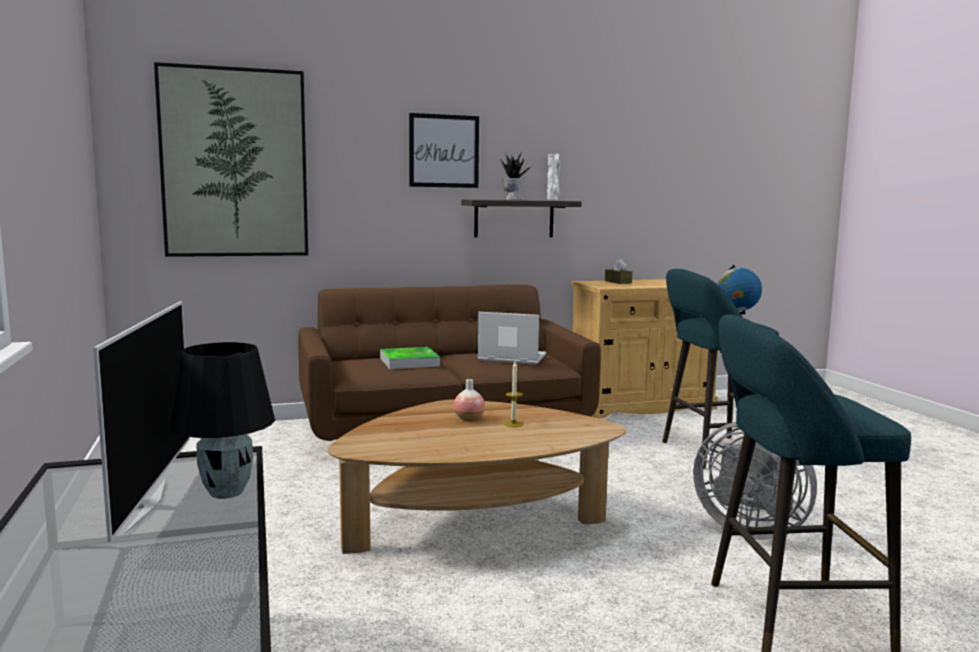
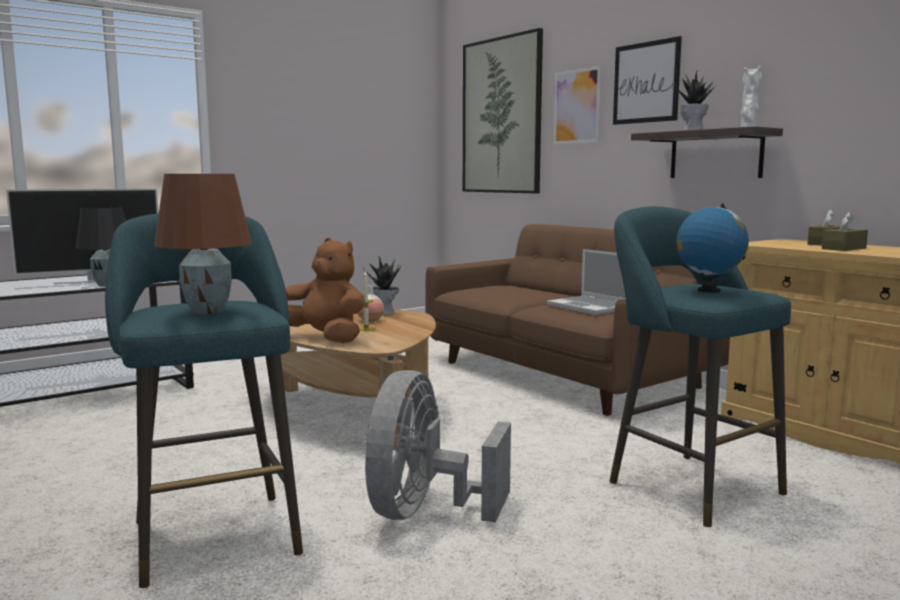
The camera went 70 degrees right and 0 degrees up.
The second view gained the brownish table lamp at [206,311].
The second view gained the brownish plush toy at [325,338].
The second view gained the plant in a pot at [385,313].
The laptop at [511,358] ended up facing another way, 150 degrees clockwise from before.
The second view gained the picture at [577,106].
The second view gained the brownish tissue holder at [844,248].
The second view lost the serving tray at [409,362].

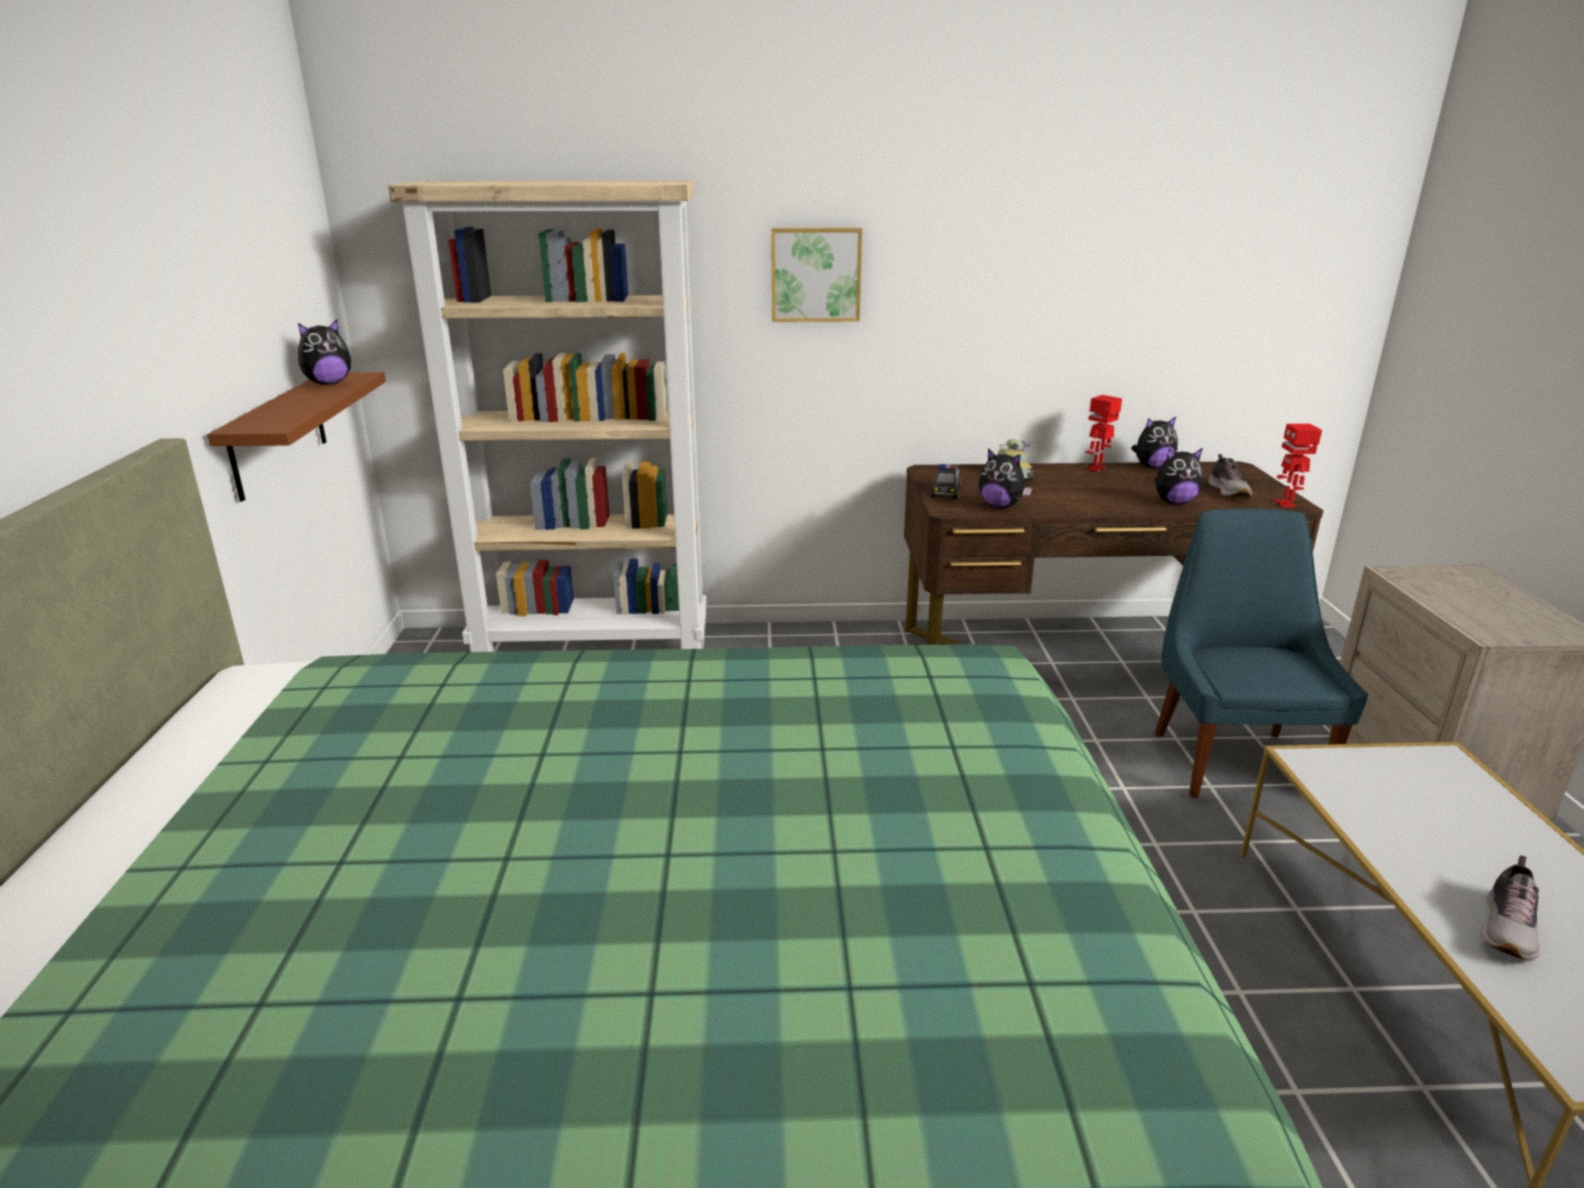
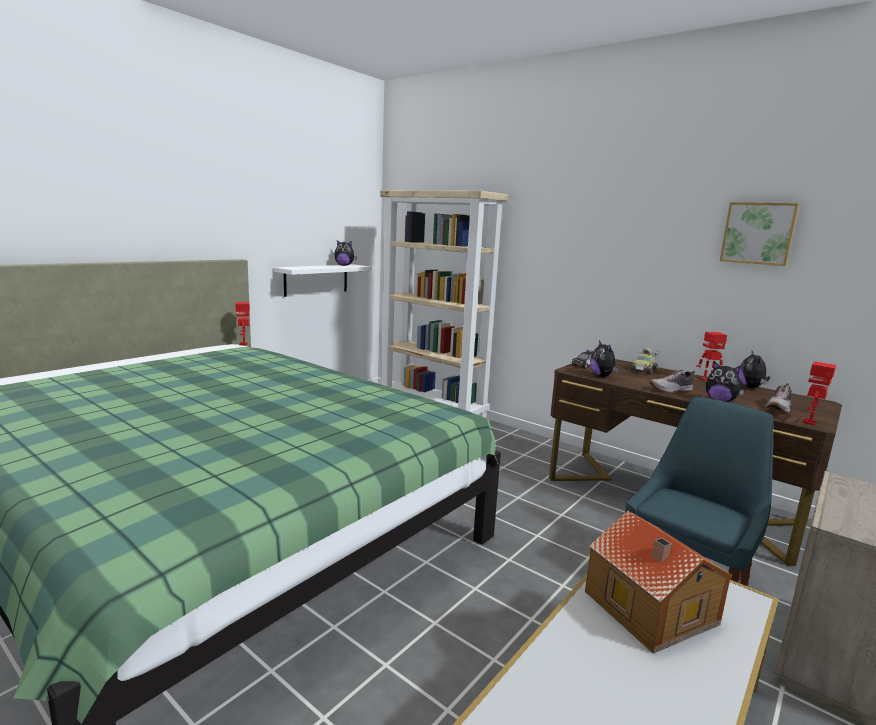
The camera went 40 degrees right and 10 degrees down.
The second view gained the model robot at [244,344].
What was the brownish bracket shelf at [278,435] turned into the white bracket shelf at [316,279].
The second view gained the miniature house at [649,609].
The low shoe ended up elsewhere, having gone from [1509,929] to [671,390].
The picture ended up elsewhere, having gone from [815,274] to [758,233].
The plush toy at [1152,467] ended up facing another way, 75 degrees clockwise from before.

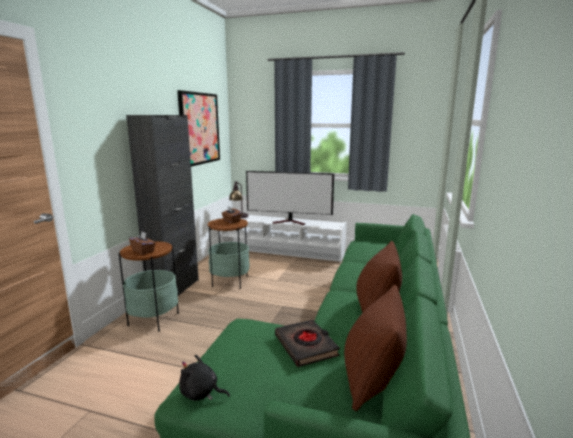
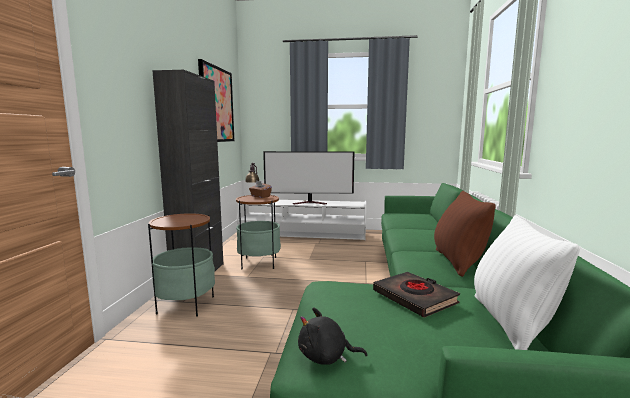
The camera went 10 degrees left and 5 degrees down.
What was the brownish throw pillow at [372,380] turned into the white throw pillow at [510,323].
The second view lost the brownish tissue holder at [143,251].

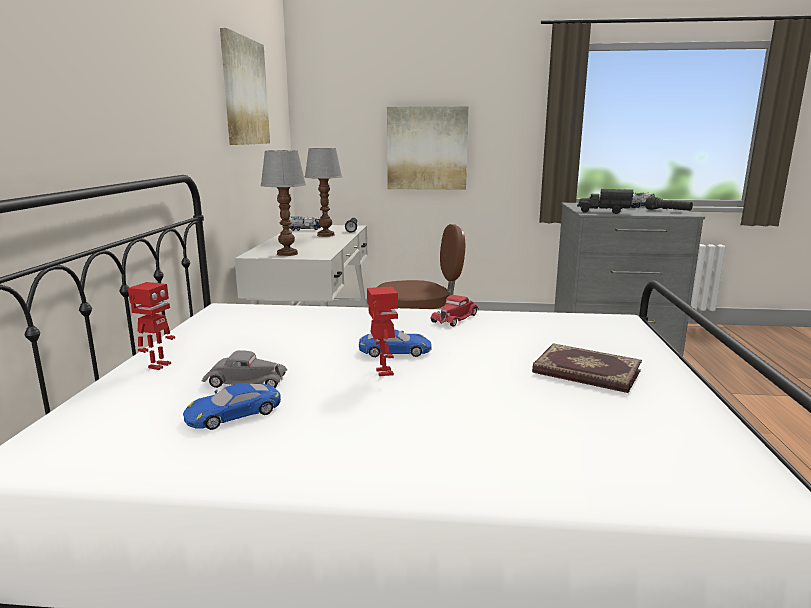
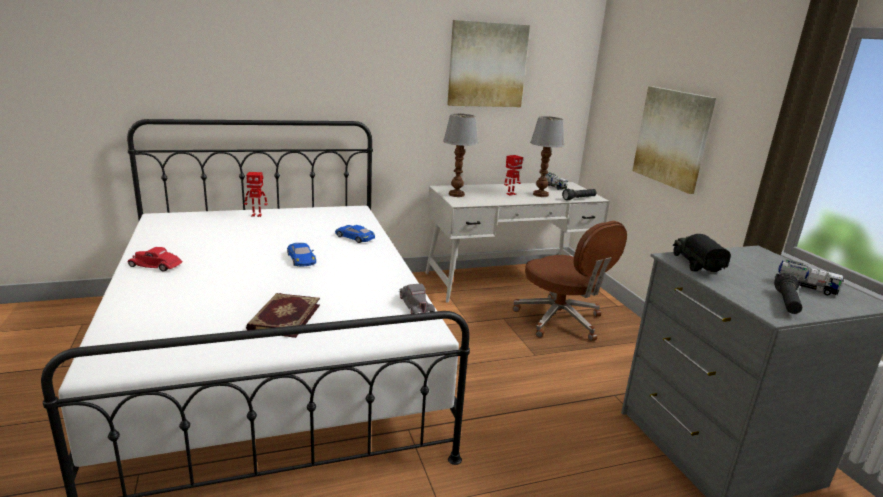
The camera went 65 degrees right and 5 degrees up.
The red-coloured model car ended up elsewhere, having gone from [455,318] to [156,265].
The blue-coloured model car ended up elsewhere, having gone from [233,413] to [354,237].
The grey model car ended up elsewhere, having gone from [245,381] to [415,304].
The model robot ended up elsewhere, having gone from [383,372] to [510,194].

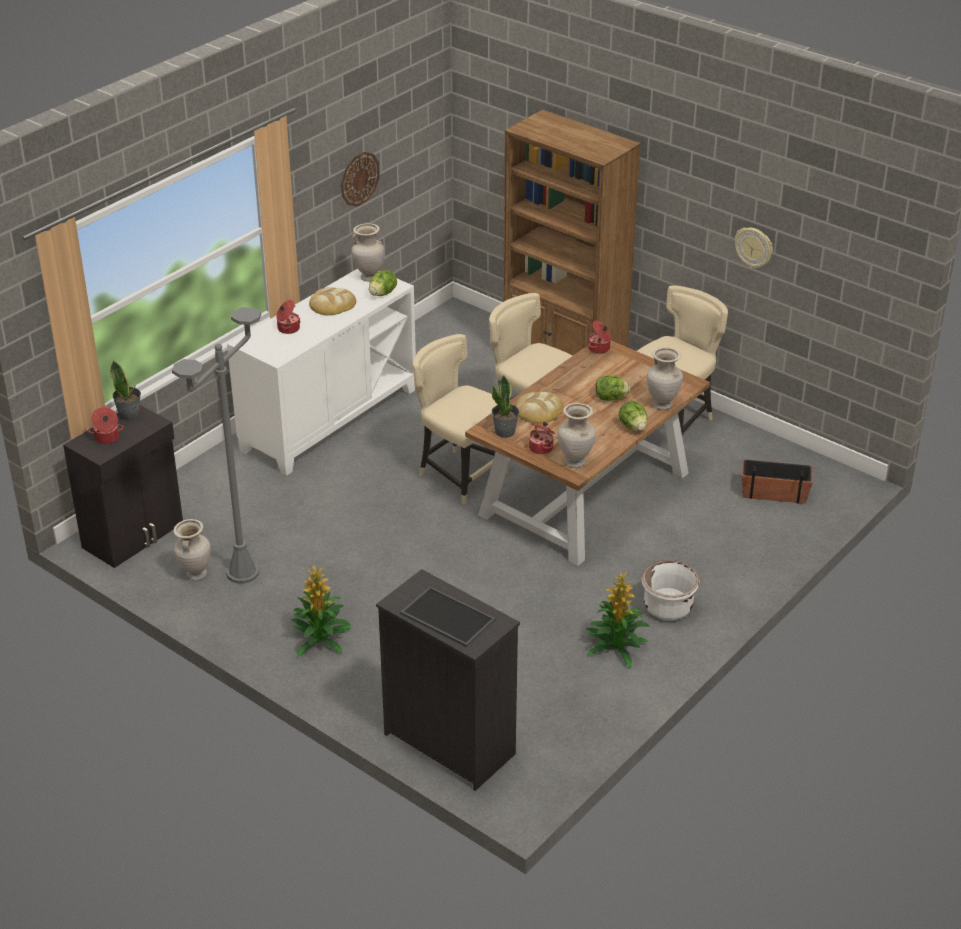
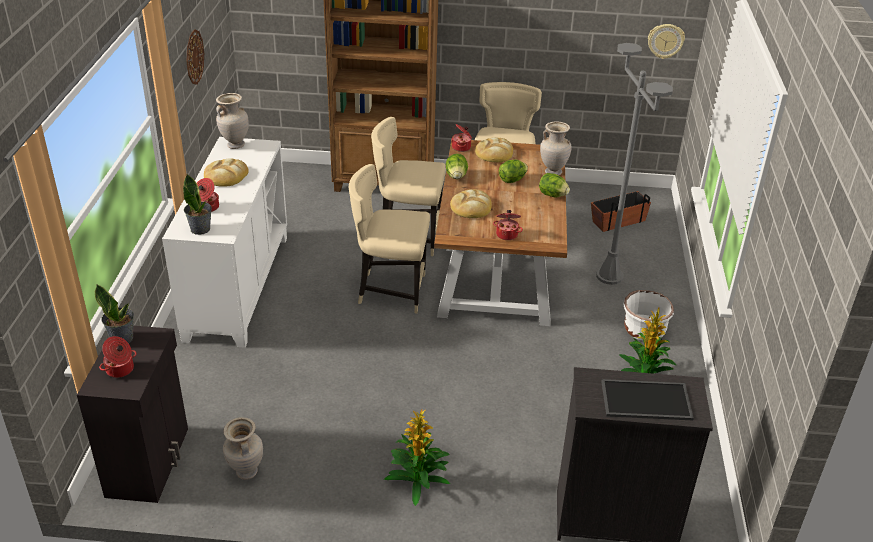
The camera went 35 degrees left and 0 degrees up.
The plant in a pot ended up elsewhere, having gone from [505,432] to [200,229].
The lettuce head ended up elsewhere, having gone from [382,294] to [456,176].
The second view gained the bread at [494,153].
The grey standing lamp ended up elsewhere, having gone from [242,573] to [609,276].
The hanging clock ended up elsewhere, having gone from [754,247] to [665,41].
The second view lost the beige-coloured flower vase at [575,462].

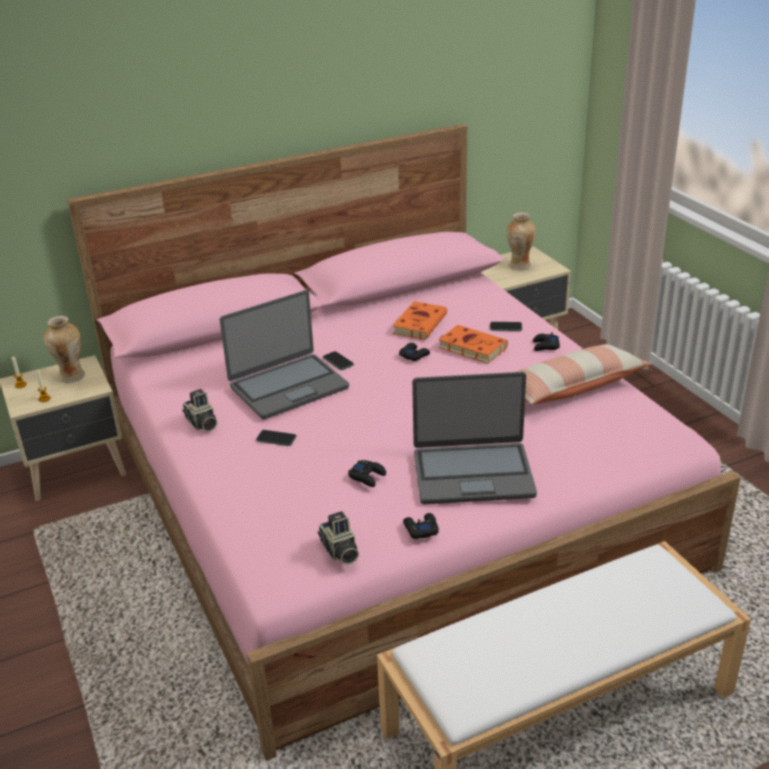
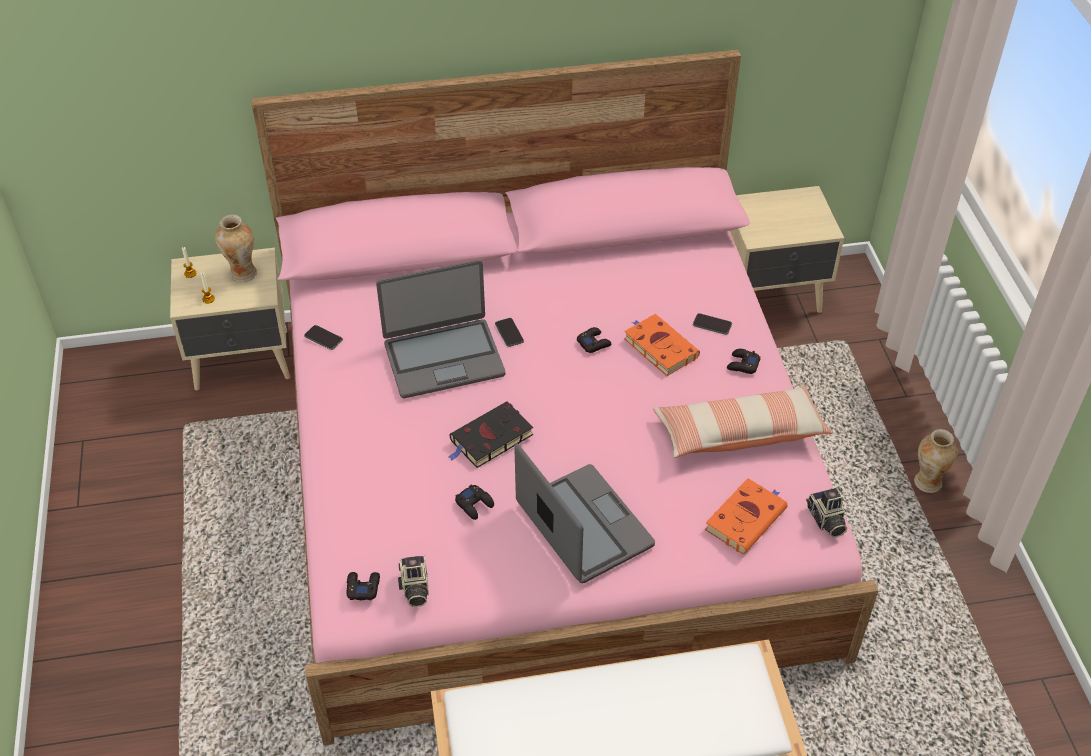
The camera went 15 degrees right and 15 degrees up.
The telephone ended up elsewhere, having gone from [276,438] to [323,338].
The black game controller ended up elsewhere, having gone from [421,529] to [363,587].
The second view gained the black volume at [490,439].
The laptop at [473,473] ended up facing another way, 135 degrees counterclockwise from before.
The orange volume ended up elsewhere, having gone from [420,323] to [746,518].
The still camera ended up elsewhere, having gone from [201,424] to [825,521].
The flower vase ended up elsewhere, having gone from [519,266] to [927,483].

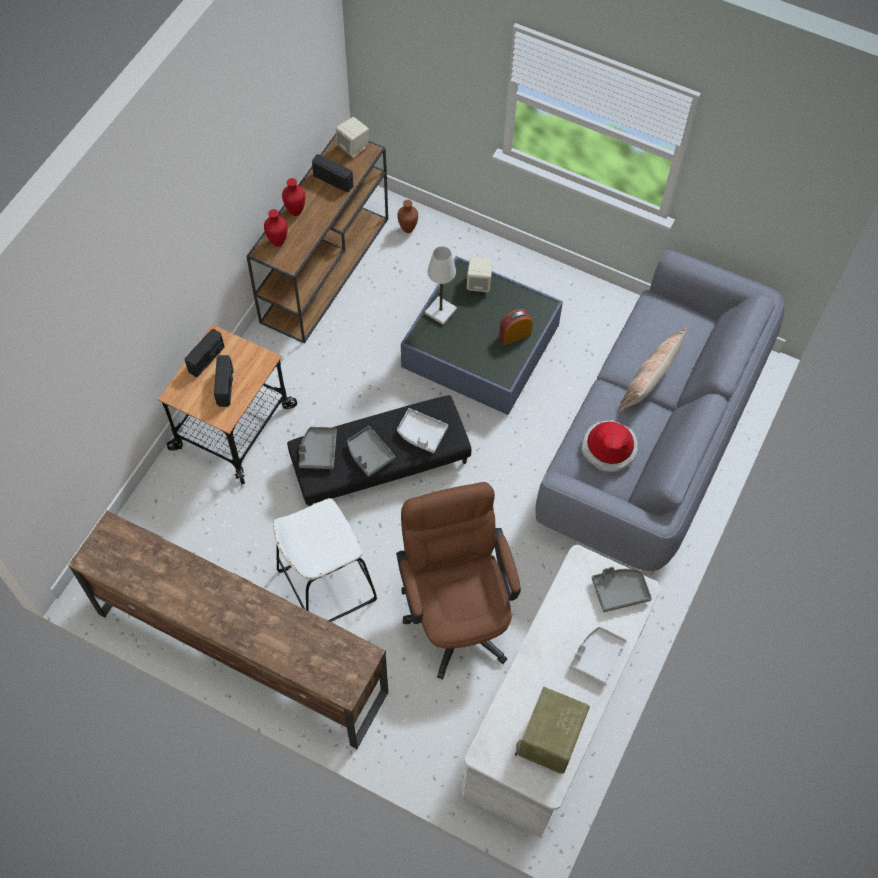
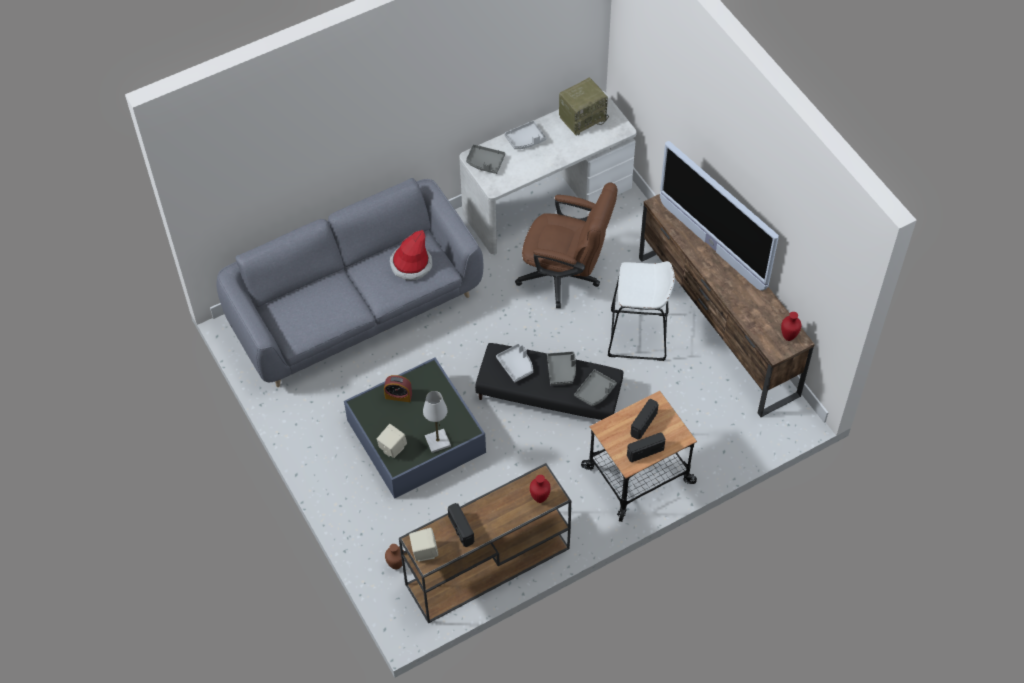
The camera went 145 degrees left and 5 degrees down.
The brownish desk chair at [456,613] ended up facing another way, 90 degrees counterclockwise from before.
The second view gained the television at [712,246].
The red-coloured flower vase ended up elsewhere, having gone from [296,212] to [788,336].
The second view lost the throw pillow at [649,380].

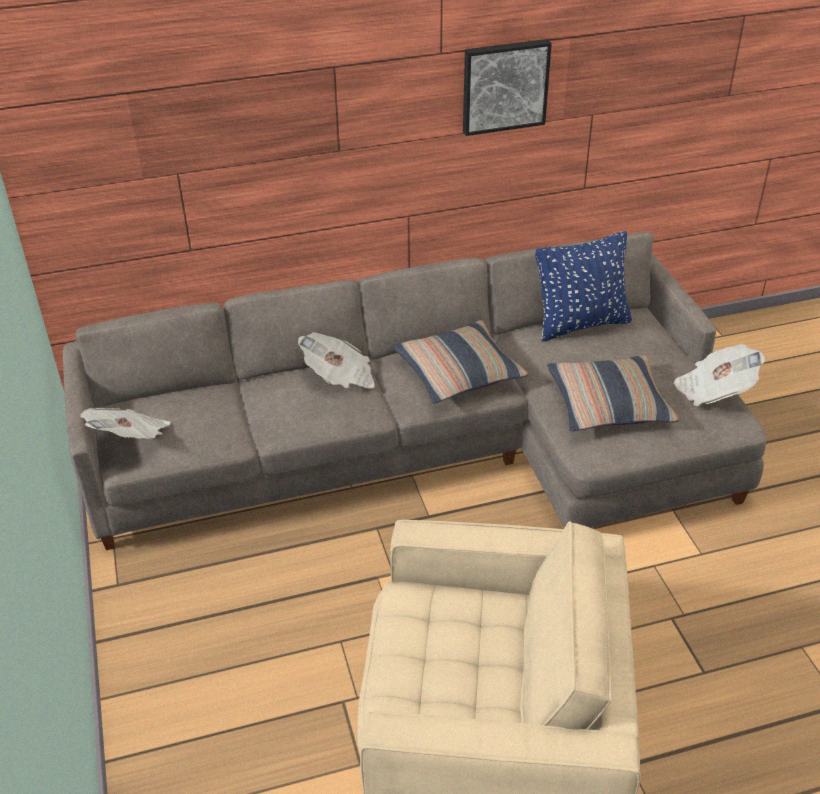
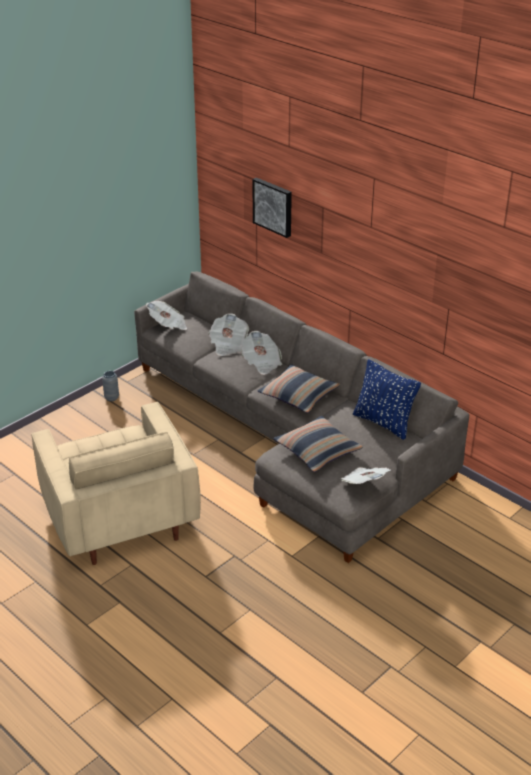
The camera went 60 degrees right and 5 degrees down.
The second view gained the grey flower vase at [111,398].
The second view gained the newspaper at [228,345].
The picture ended up elsewhere, having gone from [504,86] to [273,206].

